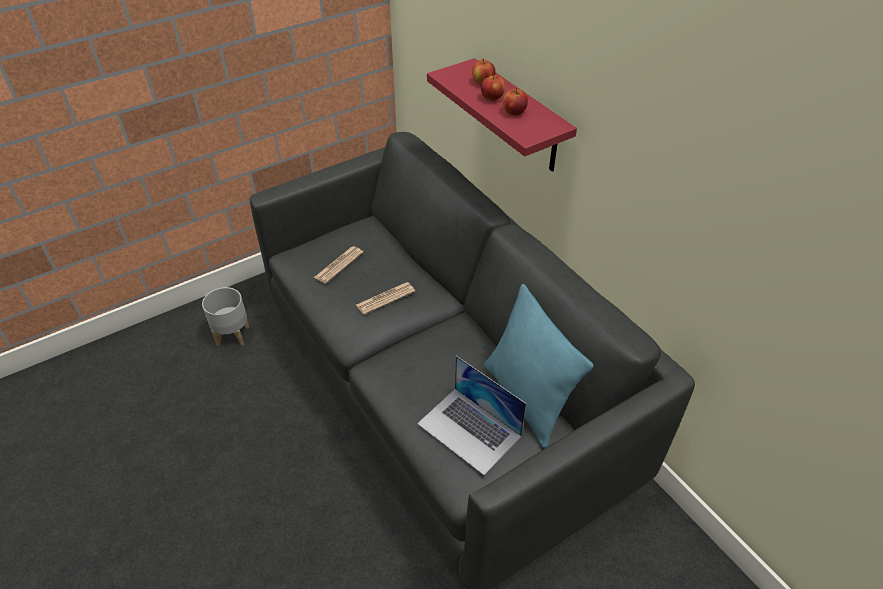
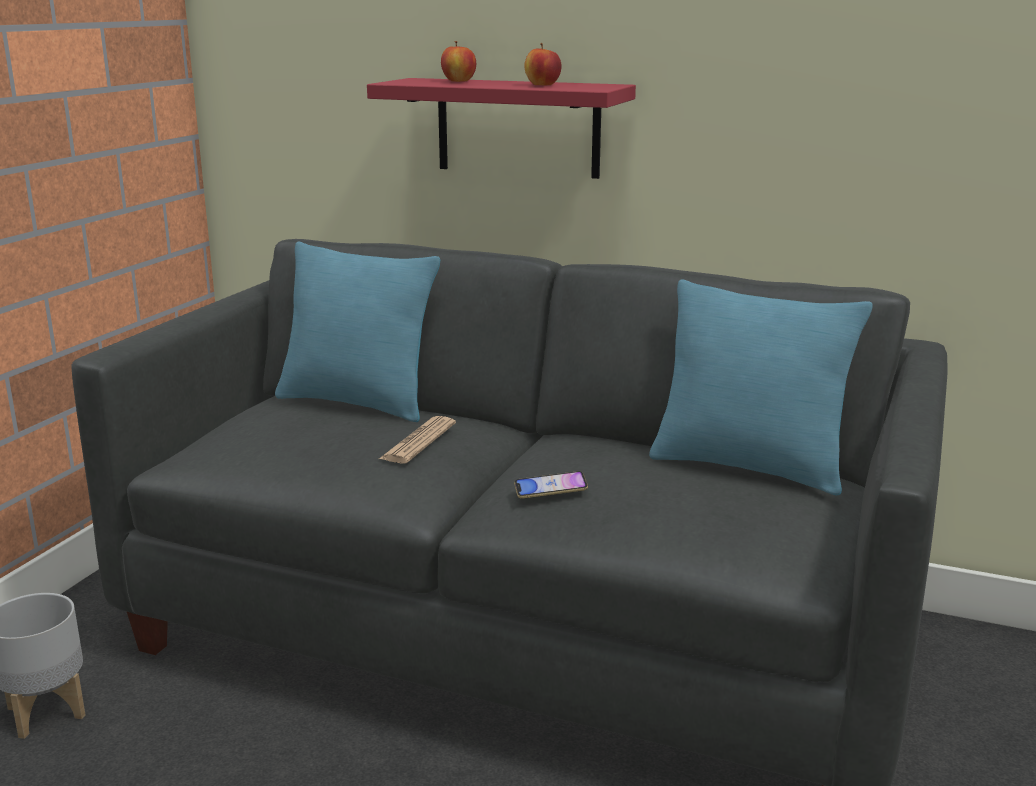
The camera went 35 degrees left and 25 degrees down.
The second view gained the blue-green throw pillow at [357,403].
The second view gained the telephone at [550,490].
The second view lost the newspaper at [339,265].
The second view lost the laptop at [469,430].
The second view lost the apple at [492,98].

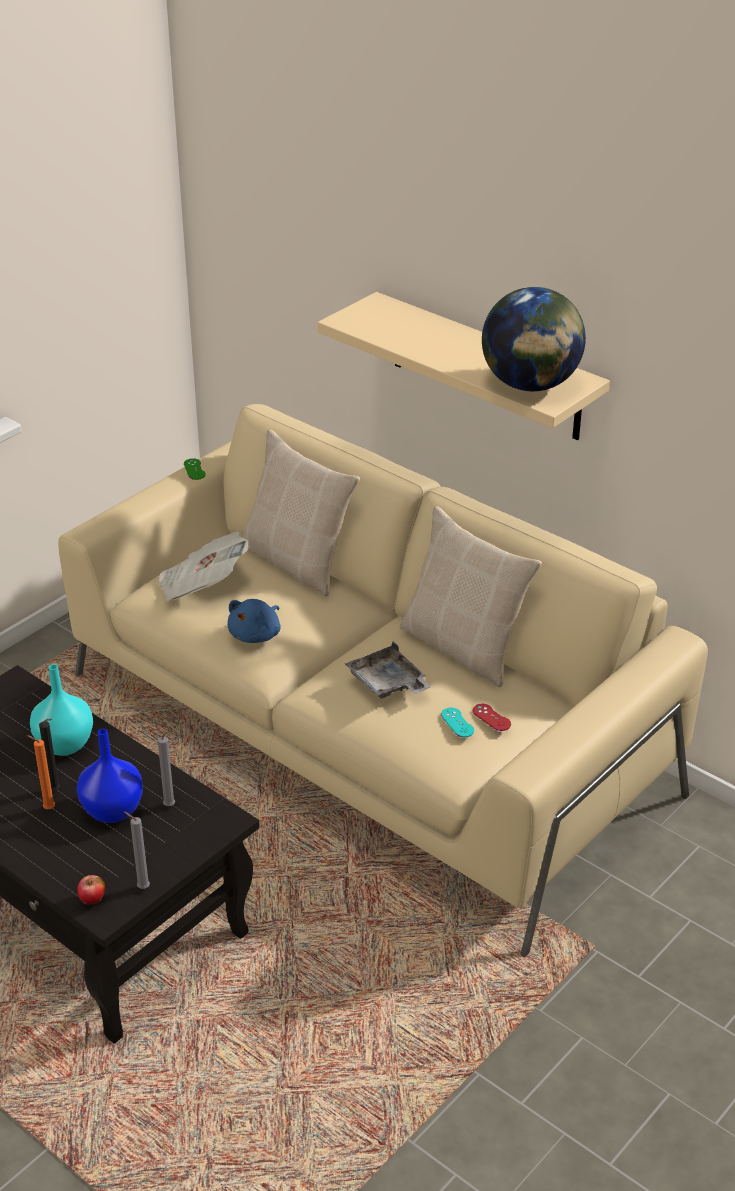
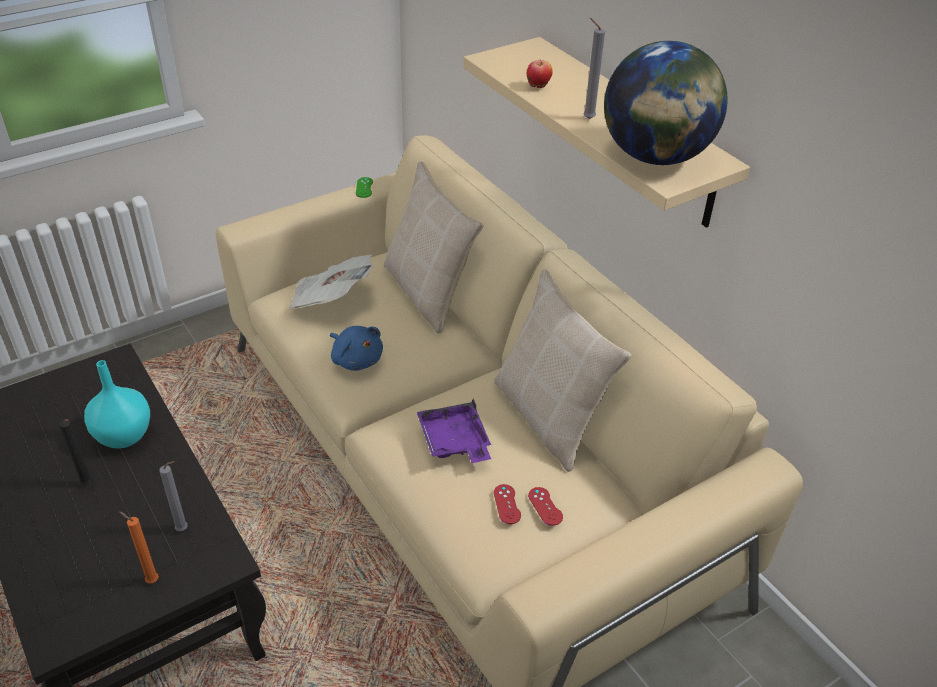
The camera went 15 degrees right and 5 degrees up.
The orange wax light ended up elsewhere, having gone from [47,808] to [150,580].
The blue-coloured plush toy at [256,635] ended up facing another way, 90 degrees counterclockwise from before.
What was the grey serving tray at [387,683] turned into the purple-coloured serving tray at [454,442].
What was the blue-green game controller at [457,722] turned into the red-coloured game controller at [507,504].
The apple ended up elsewhere, having gone from [93,901] to [538,87].
The grey wax light ended up elsewhere, having gone from [141,887] to [587,118].
The second view lost the blue-coloured flower vase at [111,811].

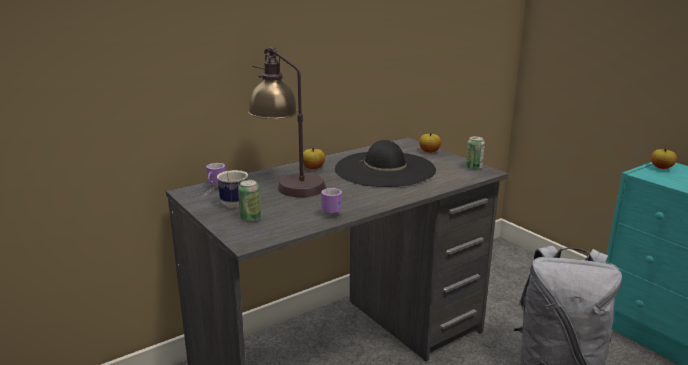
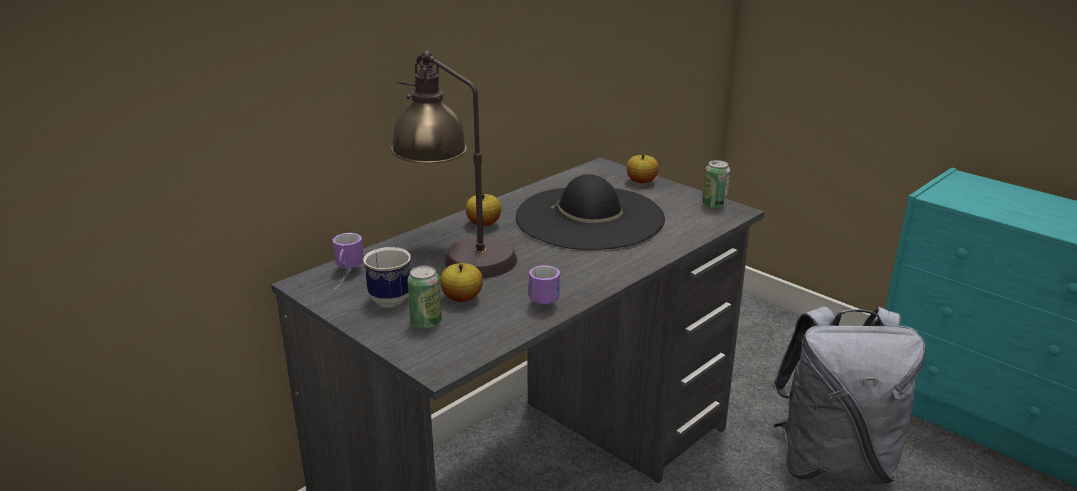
The camera went 10 degrees left and 5 degrees up.
The apple ended up elsewhere, having gone from [661,168] to [462,298].

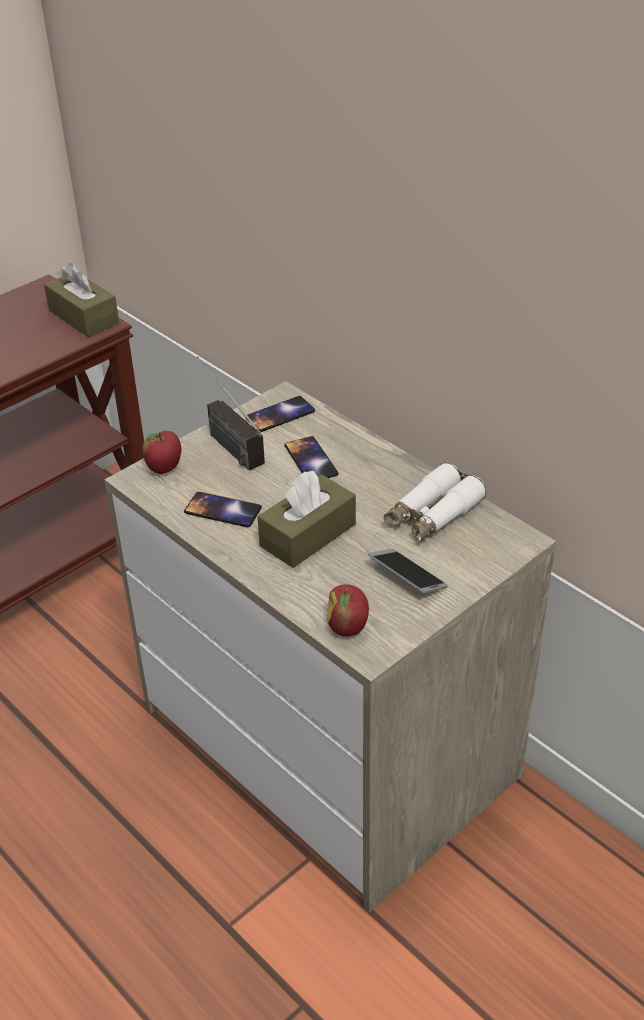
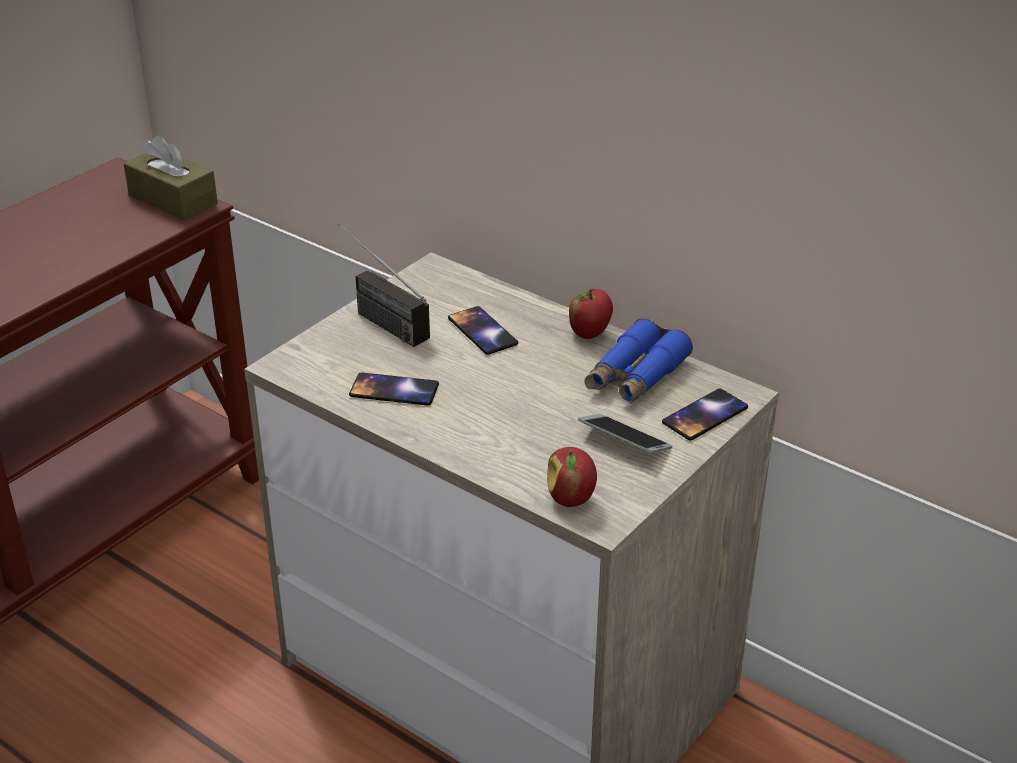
The camera went 10 degrees left and 5 degrees down.
The apple ended up elsewhere, having gone from [165,469] to [590,334].
What was the white pair of binoculars at [432,514] turned into the blue-coloured pair of binoculars at [635,376].
The telephone ended up elsewhere, having gone from [280,415] to [705,415].
The second view lost the brownish tissue holder at [308,535].

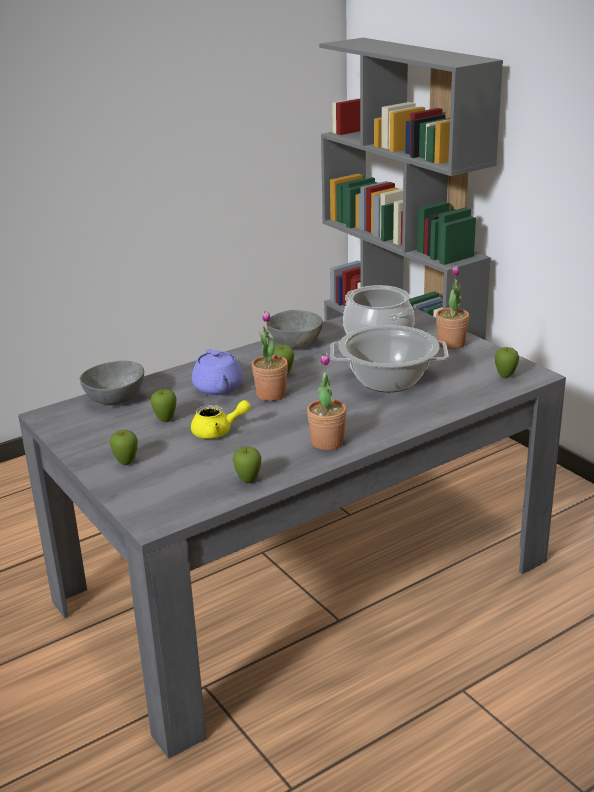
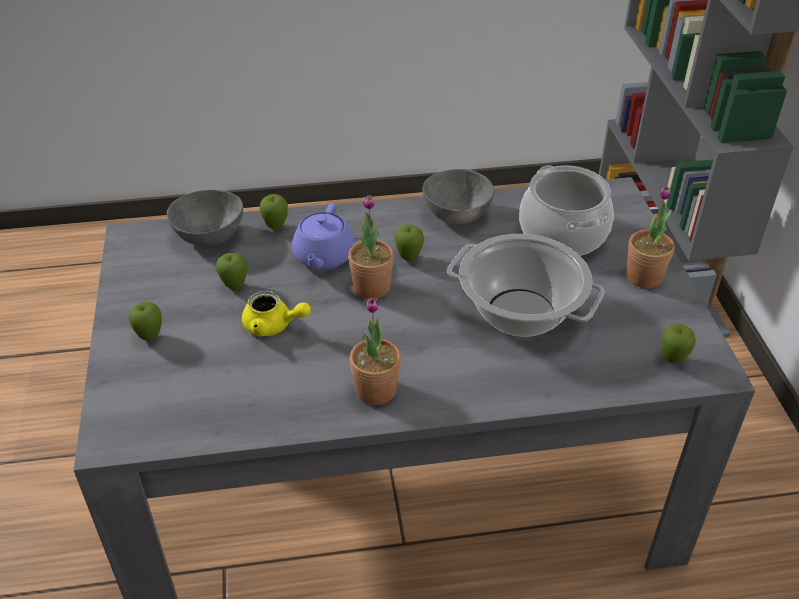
The camera went 25 degrees right and 15 degrees up.
The apple ended up elsewhere, having gone from [248,481] to [275,227].

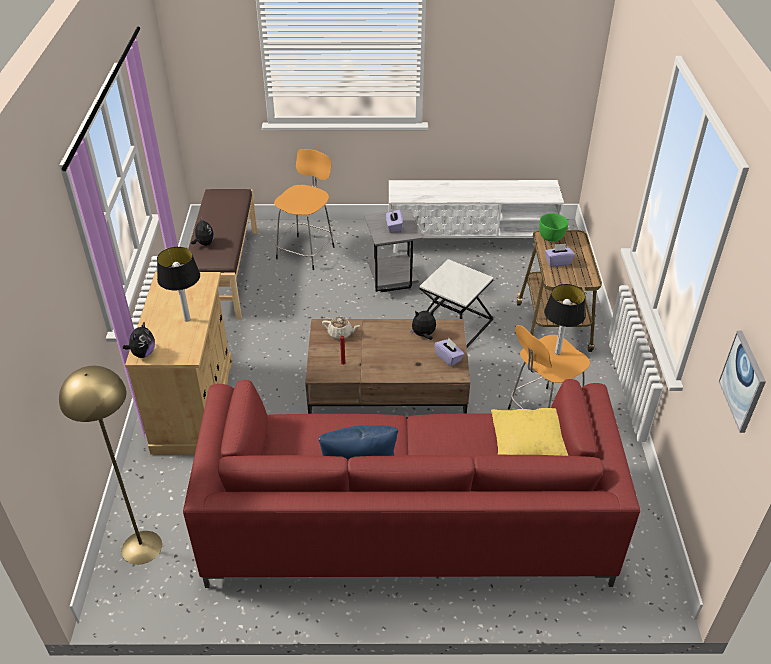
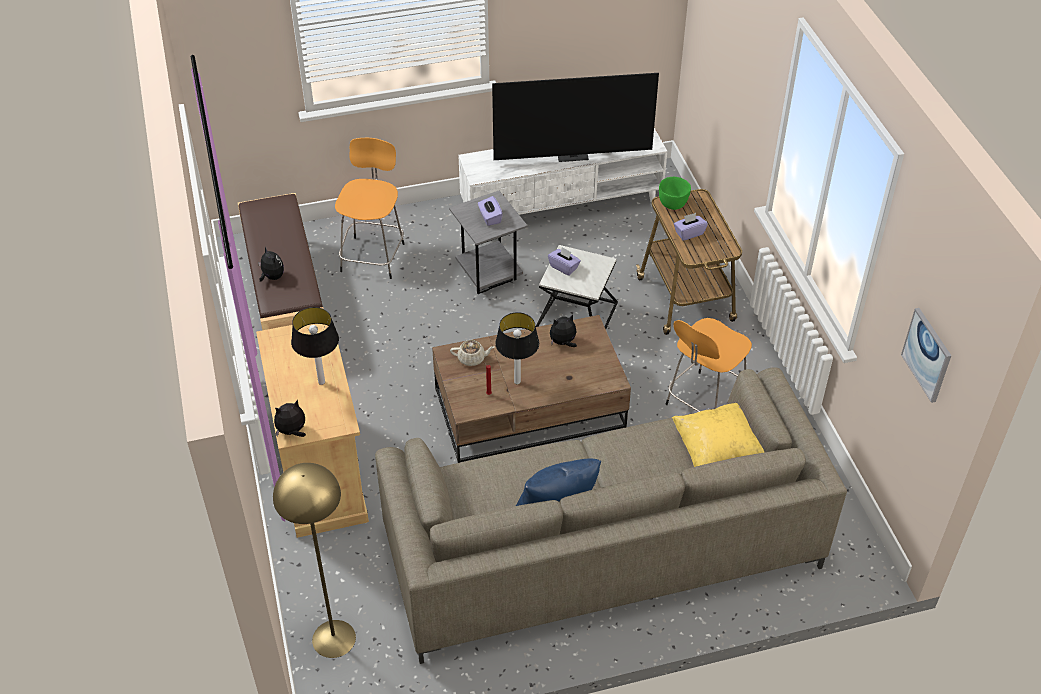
The camera went 15 degrees left and 5 degrees up.
The plush toy at [143,353] ended up facing another way, 120 degrees counterclockwise from before.
What was the red-coloured couch at [407,521] turned into the beige-coloured couch at [601,548].
The second view gained the television at [572,154].
The table lamp ended up elsewhere, having gone from [558,352] to [517,382].
The purple-coloured tissue holder ended up elsewhere, having gone from [448,358] to [564,267].

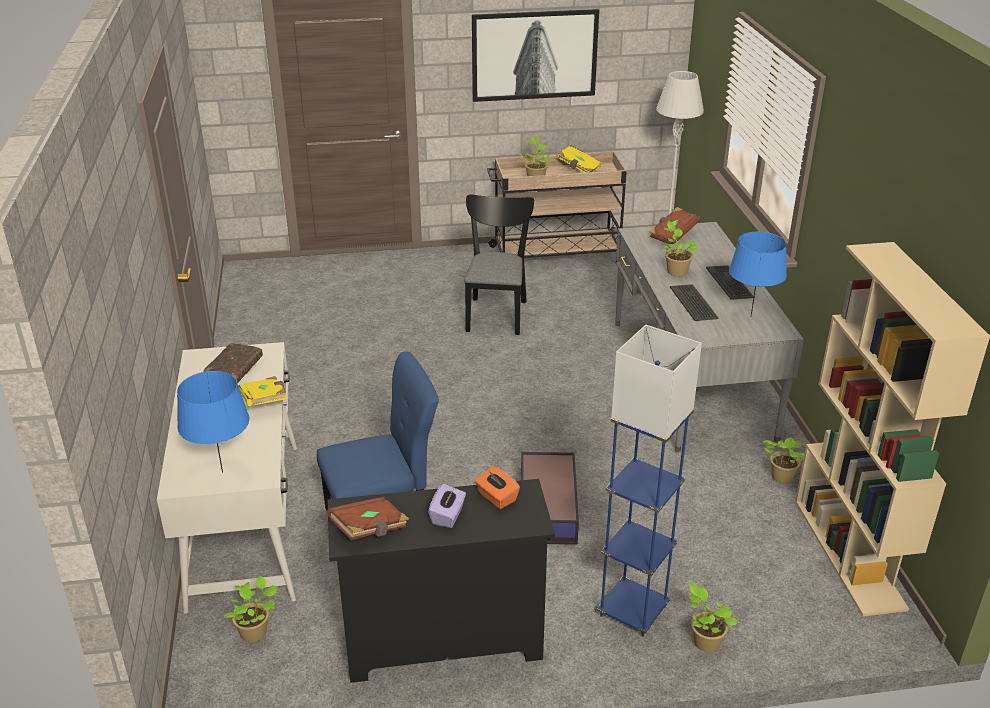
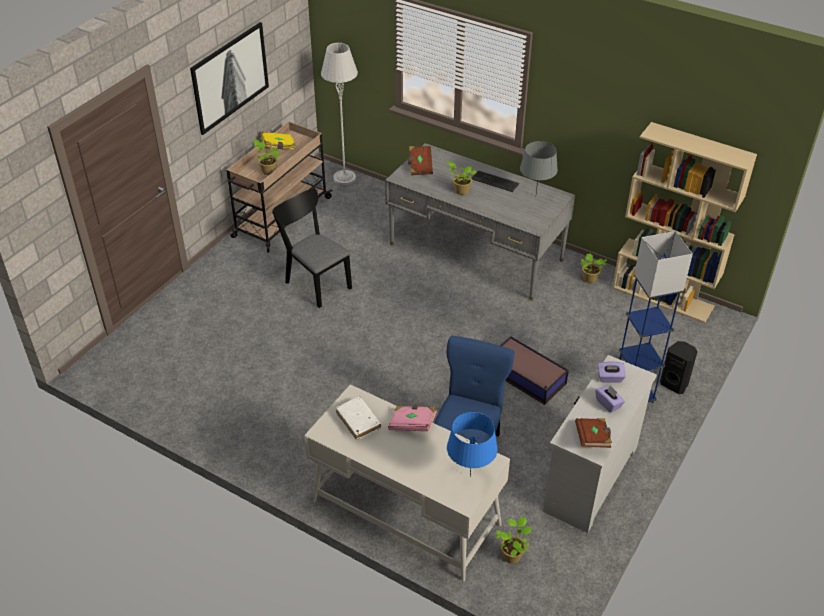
The camera went 50 degrees left and 10 degrees up.
What was the brownish volume at [234,369] turned into the white volume at [358,421].
What was the yellowish volume at [265,401] turned into the pink volume at [412,424].
What was the blue-coloured table lamp at [751,316] turned into the grey table lamp at [536,196].
What was the black drawer chest at [442,642] turned into the white drawer chest at [590,479].
What was the orange tissue holder at [496,498] turned into the purple-coloured tissue holder at [610,378].
Where the plant in a pot stood at [704,641], the black audio speaker came to stand at [675,384].
The second view lost the computer keyboard at [694,303].

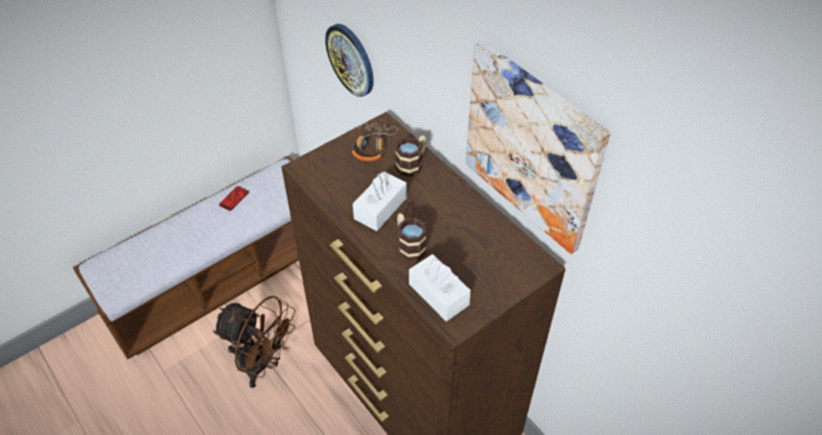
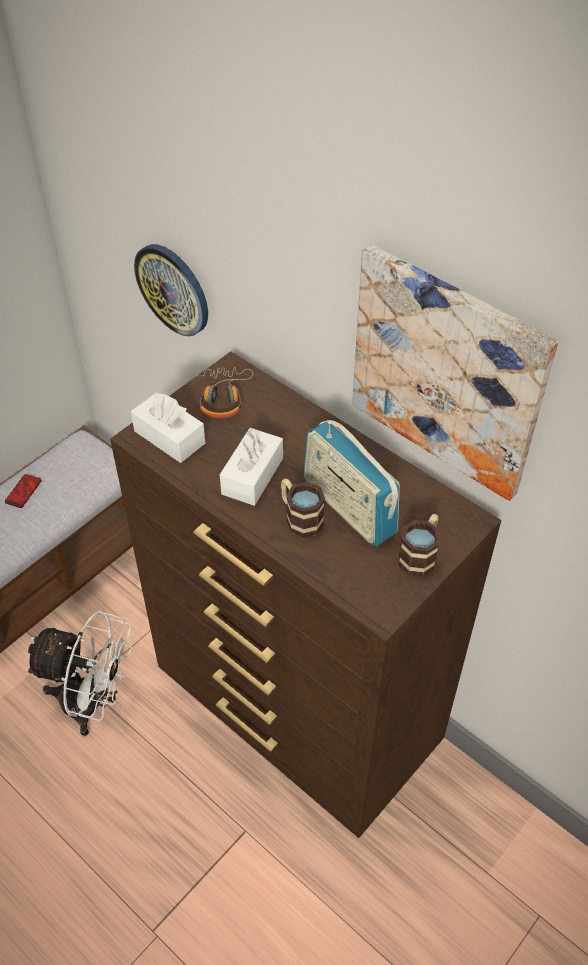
The camera went 10 degrees left and 0 degrees up.
What was the brownish fan at [262,364] turned into the white fan at [93,703].
The white tissue holder ended up elsewhere, having gone from [438,294] to [169,437].
The second view gained the radio receiver at [348,507].
The tea mug ended up elsewhere, having gone from [412,163] to [420,555].

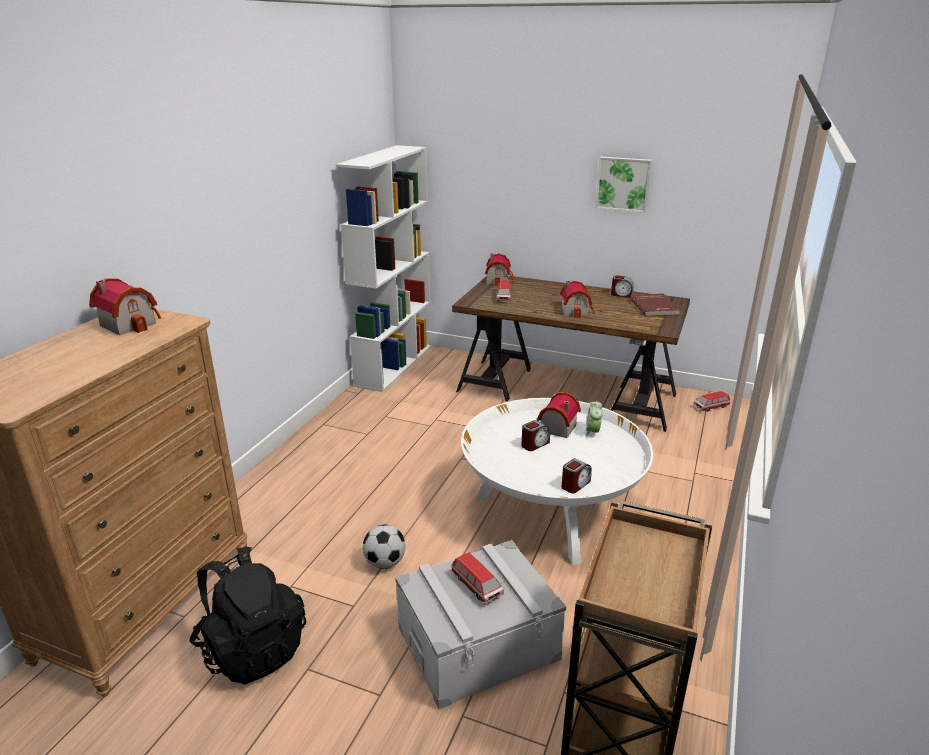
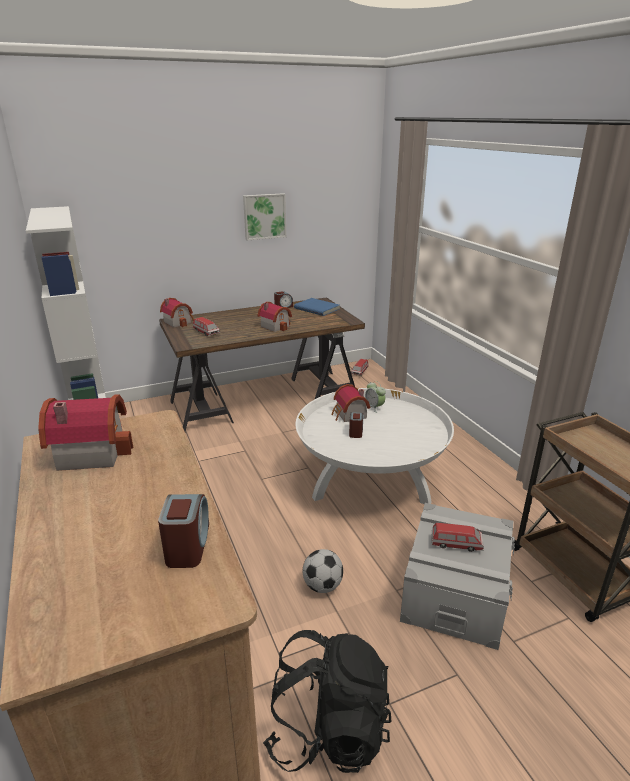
The camera went 45 degrees left and 0 degrees up.
The alarm clock ended up elsewhere, having gone from [575,485] to [188,545].
What was the red-coloured volume at [654,307] turned into the blue-coloured volume at [317,308].

